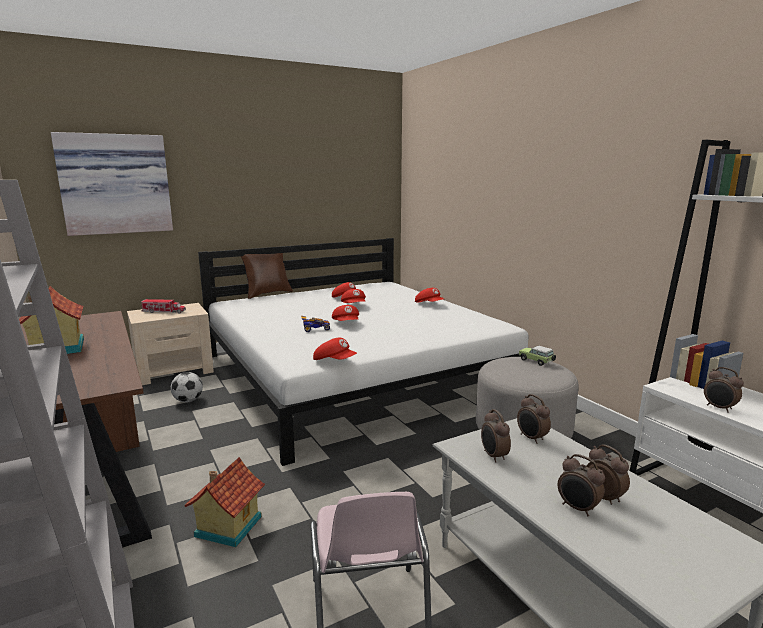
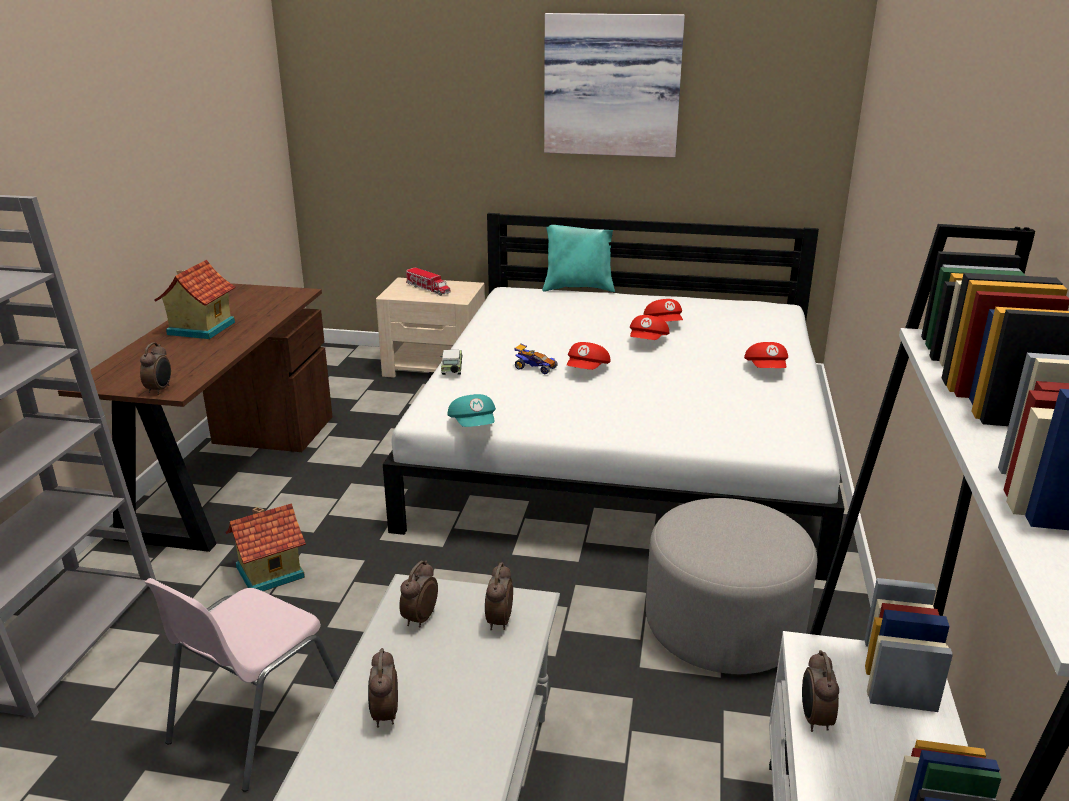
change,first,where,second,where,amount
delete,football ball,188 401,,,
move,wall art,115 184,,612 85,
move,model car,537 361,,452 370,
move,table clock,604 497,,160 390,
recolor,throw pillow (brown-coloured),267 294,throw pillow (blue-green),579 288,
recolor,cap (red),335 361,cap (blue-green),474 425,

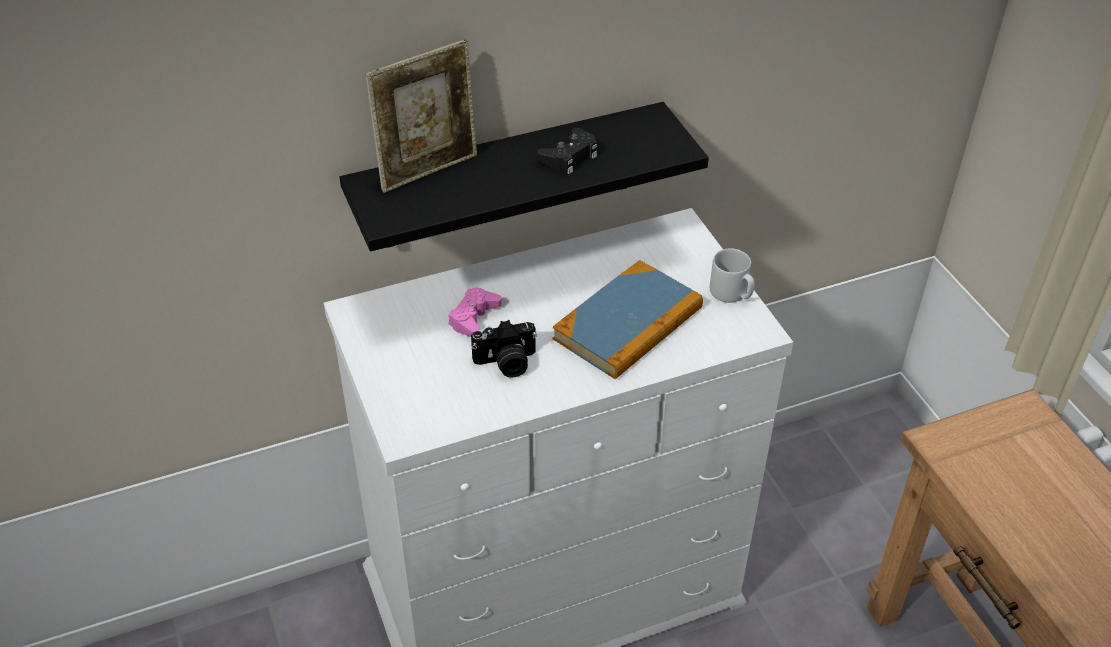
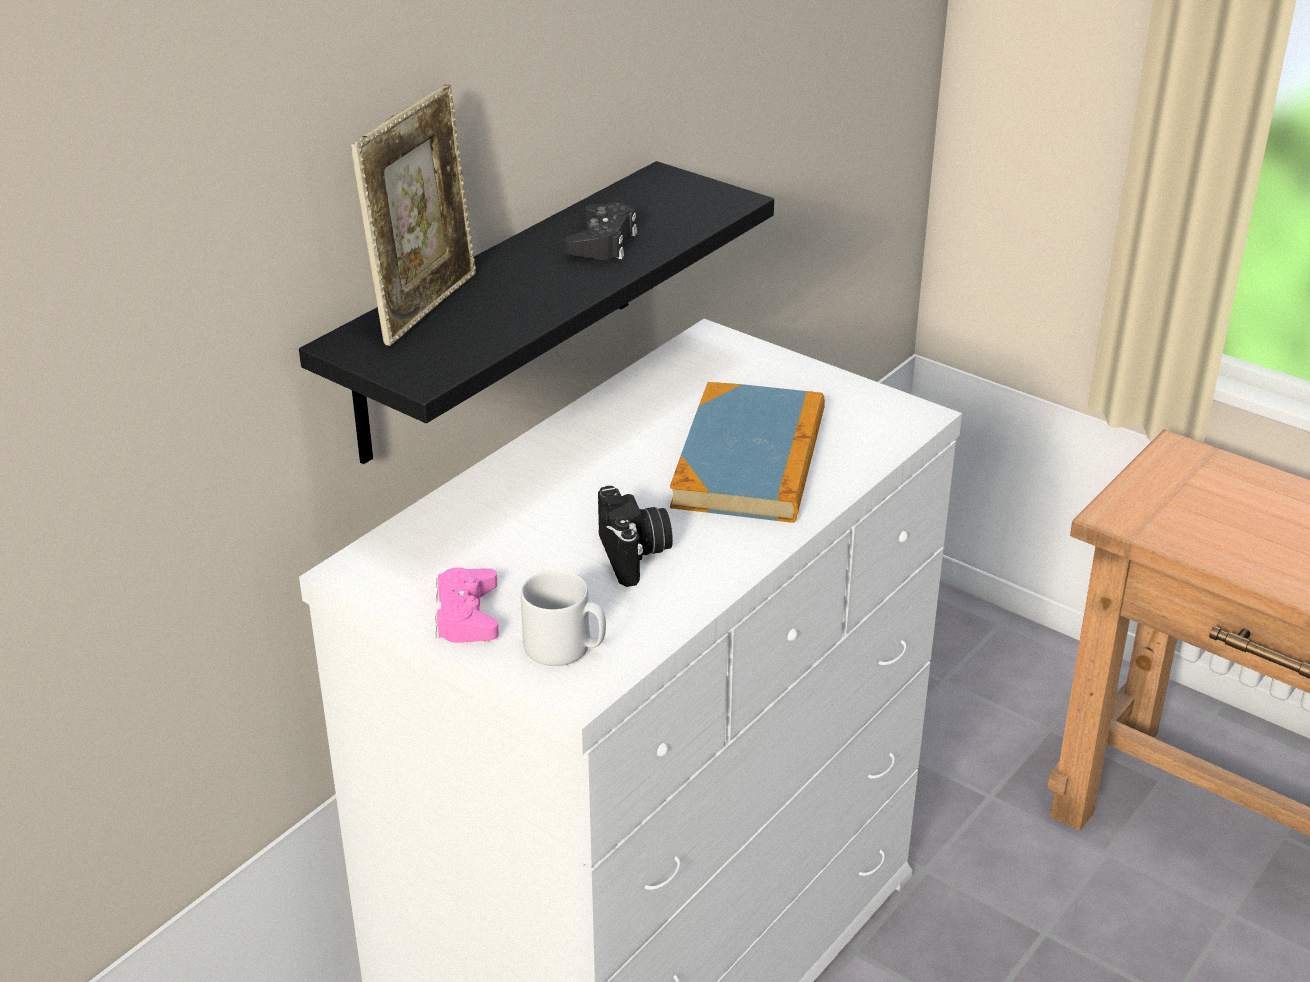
change,first,where,second,where,amount
move,game controller (pinkish),474 317,,467 615,
move,coffee mug (greyish),731 293,,565 648,
rotate,photo camera,506 363,,635 555,60 degrees counterclockwise

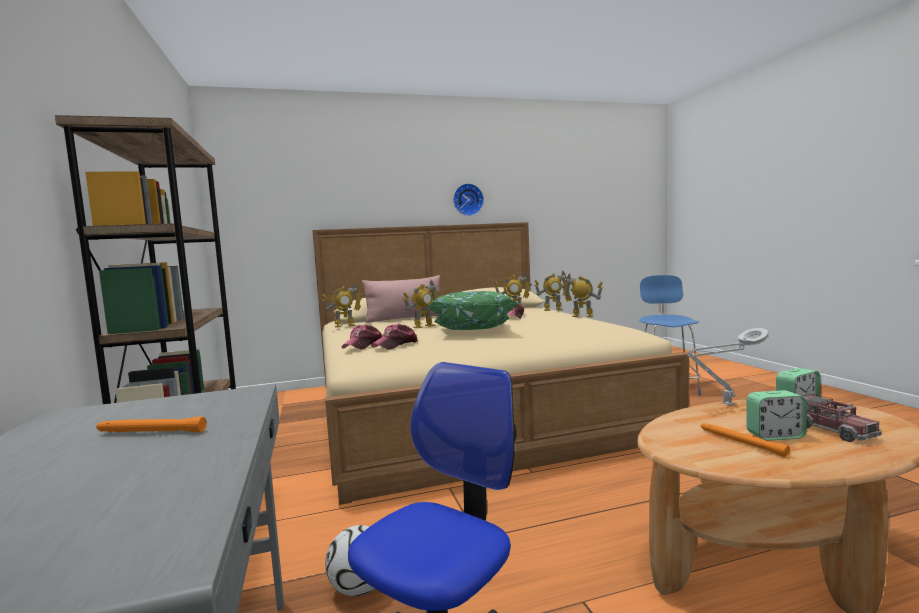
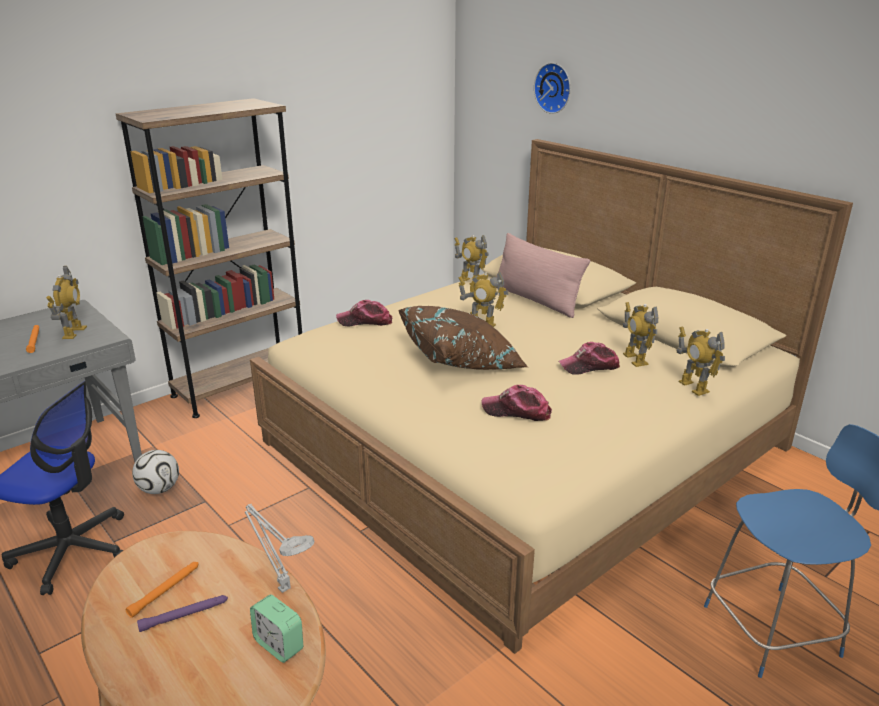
change,first,where,second,where,amount
delete,toy truck,832 430,,,
move,cap,395 345,,517 411,
move,clock on the wall,467 199,,554 88,
move,model robot,582 316,,73 332,
replace,table clock,775 435,flashlight (purple-coloured),184 615,
recolor,throw pillow (green),473 331,throw pillow (brown-coloured),462 360,

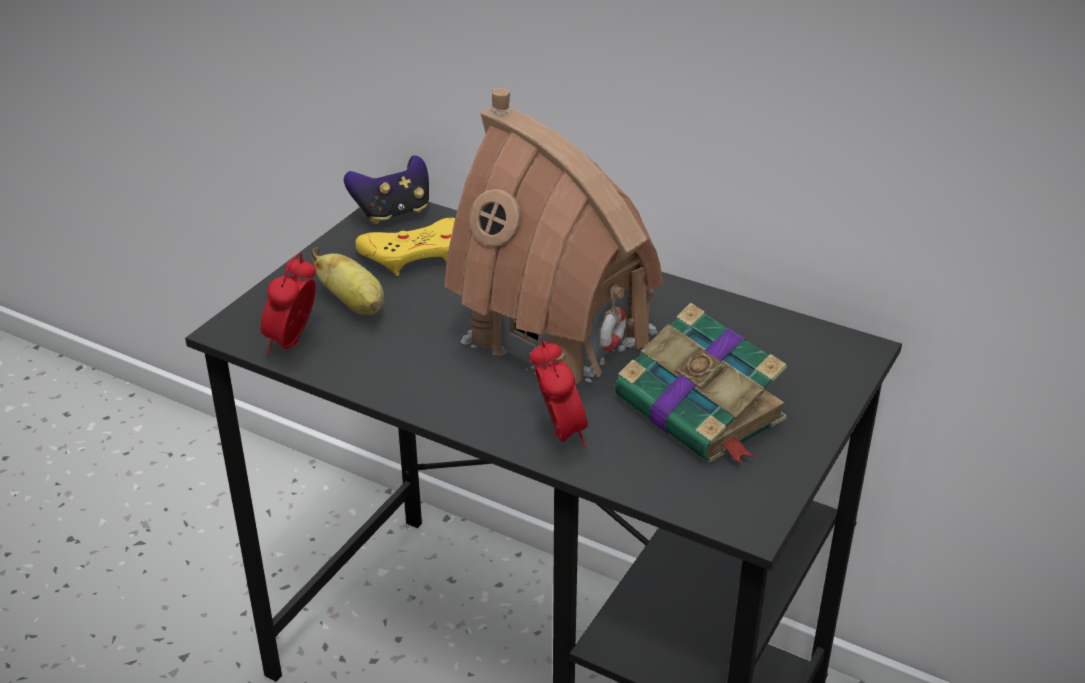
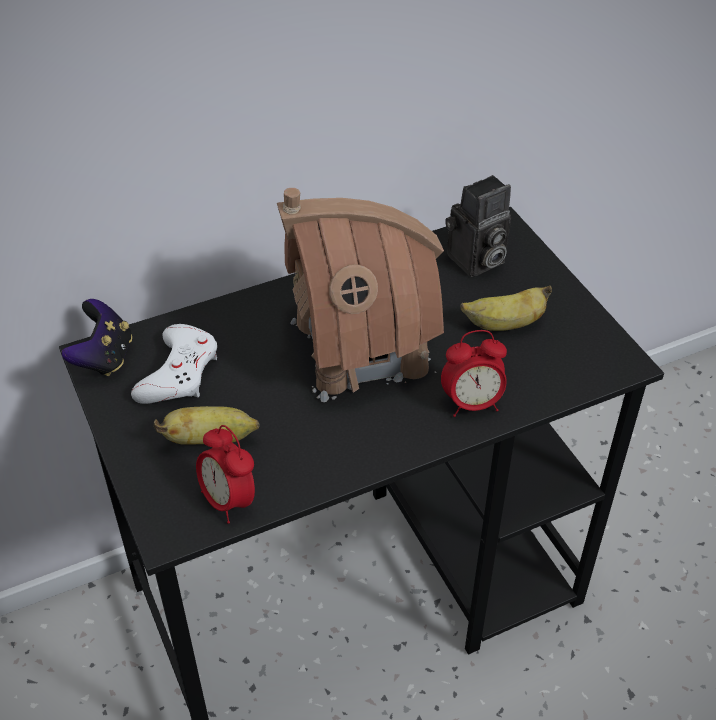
change,first,where,second,where,amount
insert,,,photo camera,475 262,
replace,bound book,702 411,banana fruit,504 324,
recolor,game controller (yellow-coloured),415 254,game controller (white-coloured),179 372,
rotate,table clock,559 434,,472 404,150 degrees clockwise

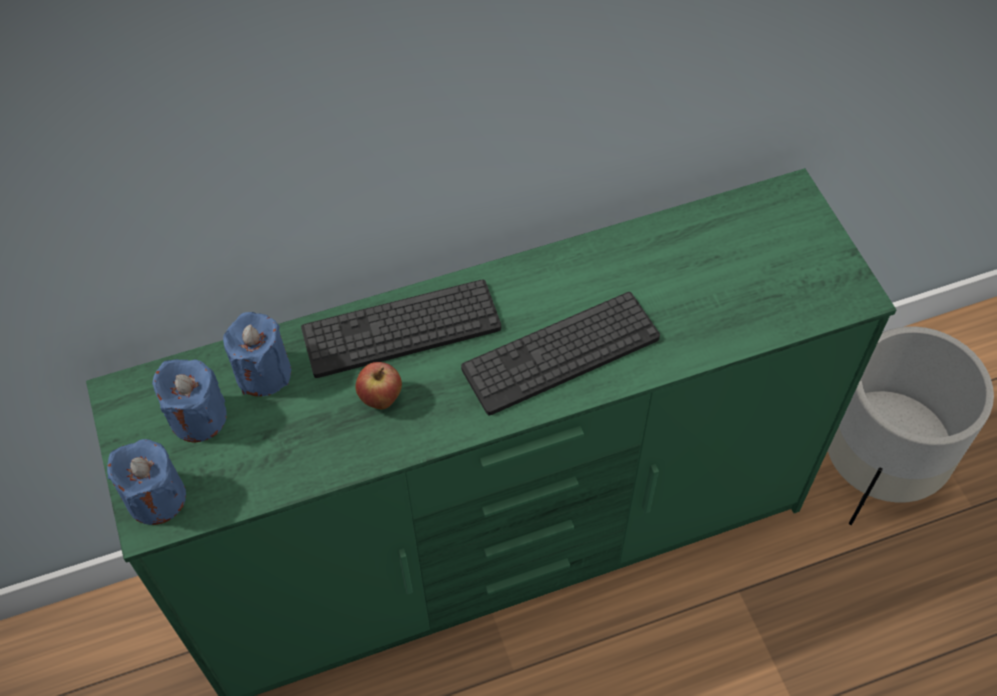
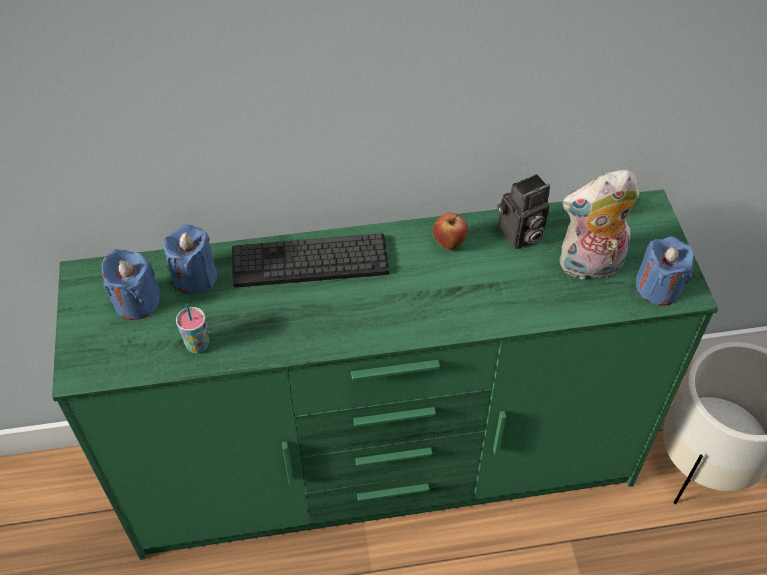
change,first,where,second,where,amount
delete,keyboard,561 353,,,
insert,,,small cup,198 345,
insert,,,photo camera,519 235,
insert,,,soft toy,589 266,
move,candle (blue-coloured),156 498,,658 288,
move,whole apple,381 399,,449 244,

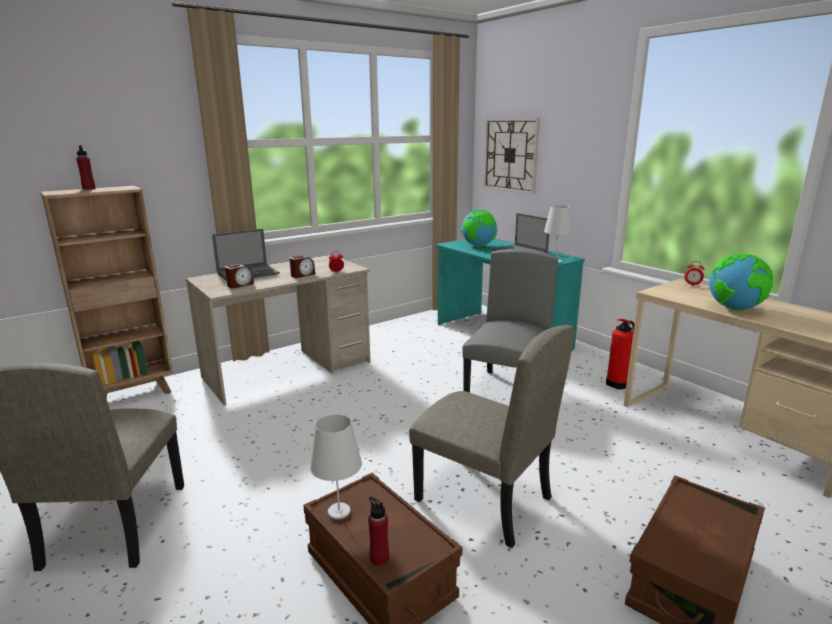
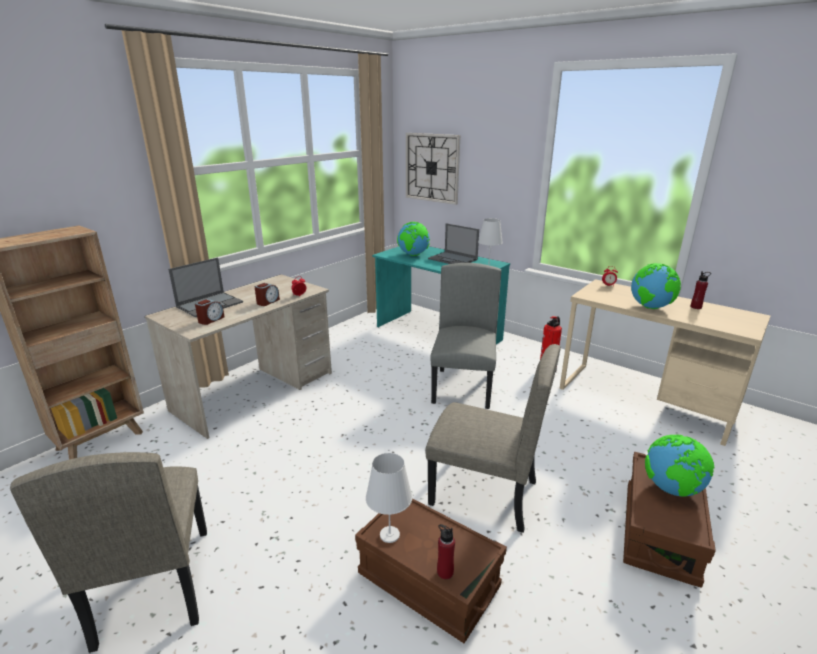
change,first,where,second,where,amount
insert,,,desk globe,672 490,
move,drink bottle (red),89 189,,696 307,

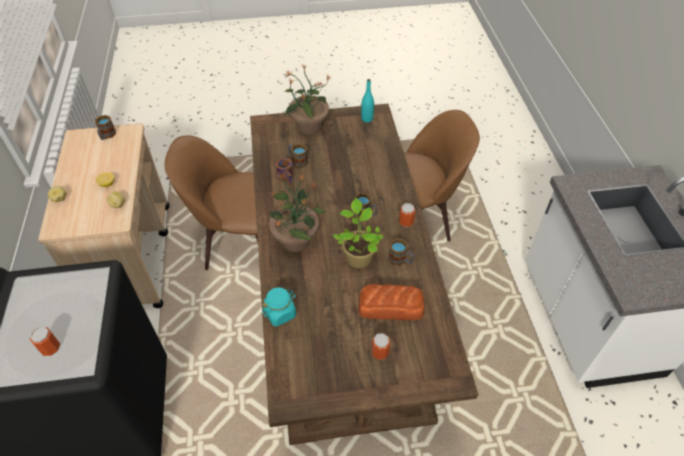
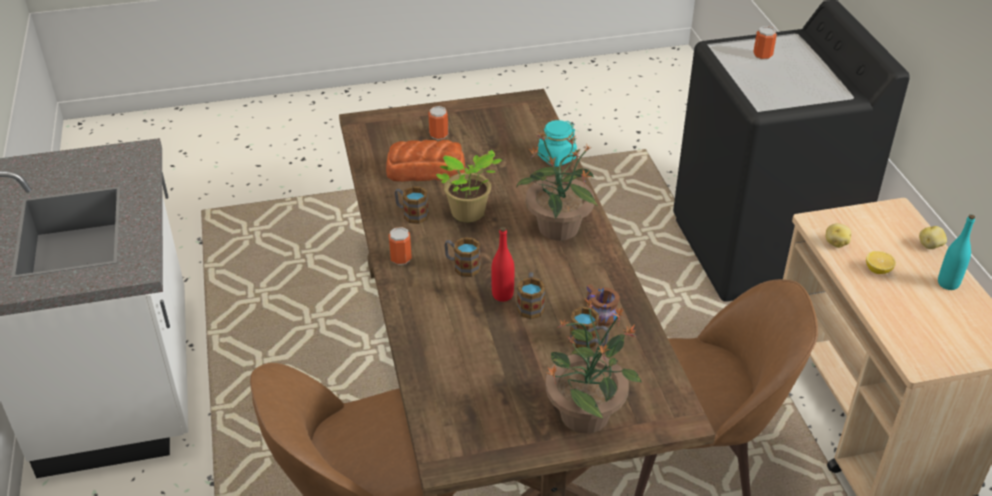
change,first,where,second,where,amount
insert,,,drink bottle (red),502 295,
move,coffee mug,107 136,,530 305,
move,drink bottle (blue-green),367 119,,948 283,

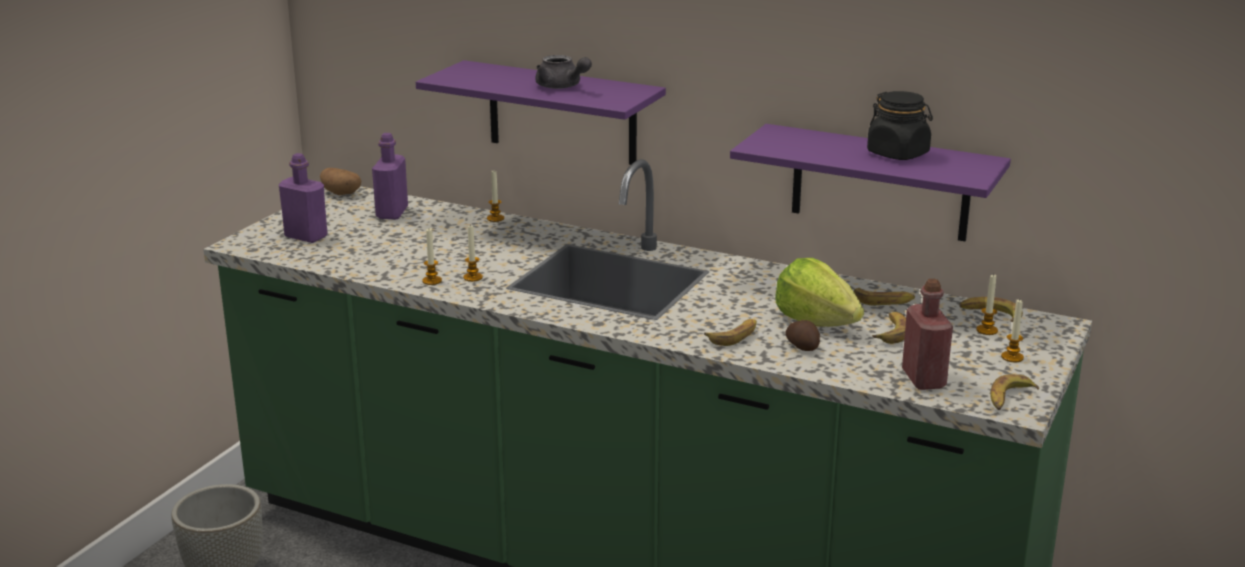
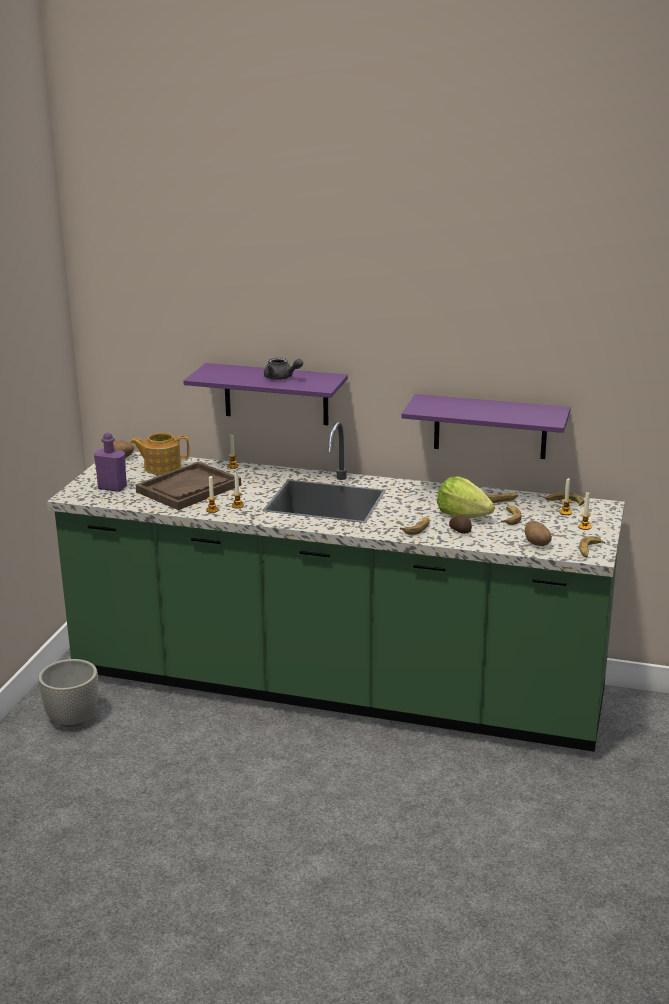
change,first,where,second,where,amount
delete,preserve jar (blackish),898 154,,,
insert,,,carrying tray (brown-coloured),188 489,
replace,drink bottle (purple-coloured),392 213,pot for tea,161 467,
replace,drink bottle (red),923 379,whole potato,537 544,

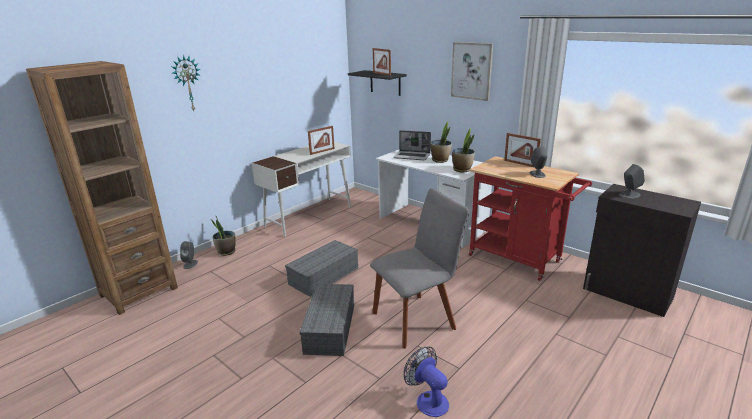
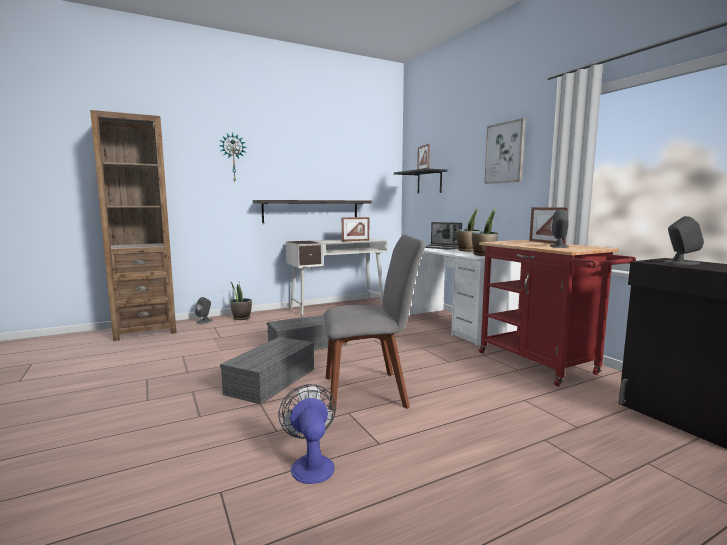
change,first,where,second,where,amount
insert,,,wall shelf,311 211,

